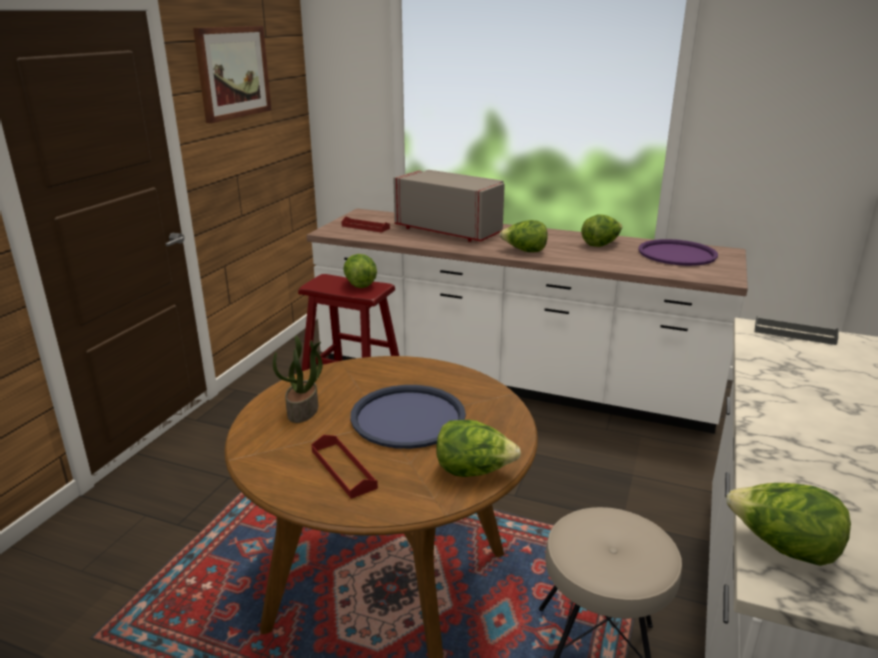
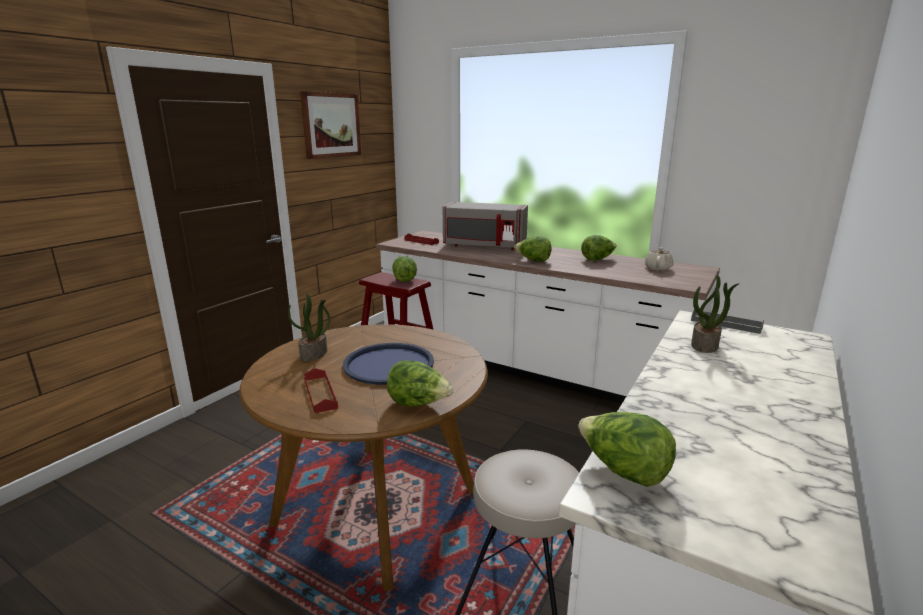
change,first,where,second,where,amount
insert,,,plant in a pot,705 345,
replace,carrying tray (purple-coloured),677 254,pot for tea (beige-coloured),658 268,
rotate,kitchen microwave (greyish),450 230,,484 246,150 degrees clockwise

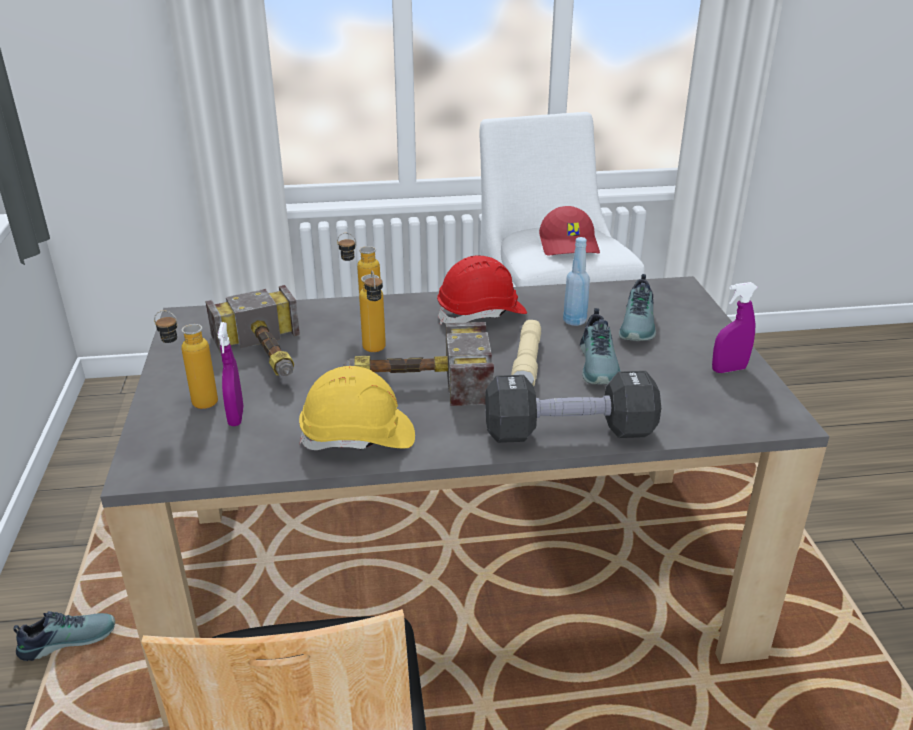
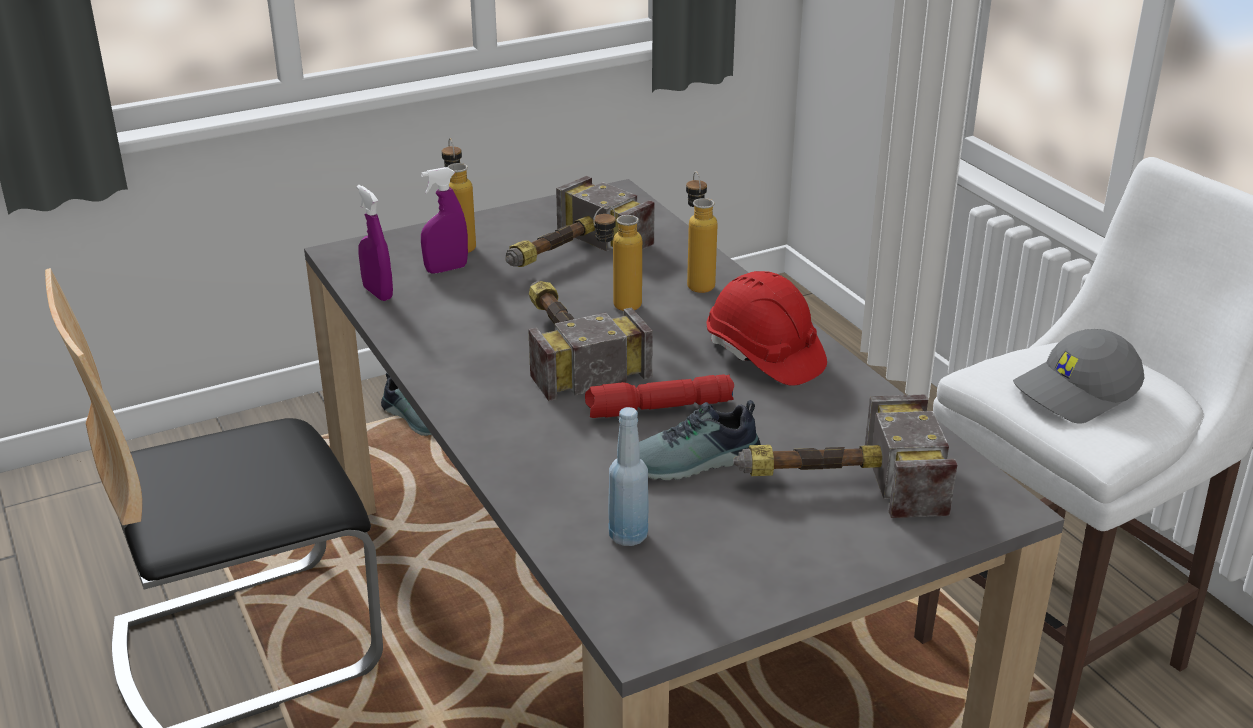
change,first,where,second,where,amount
delete,safety helmet (yellow-coloured),358 438,,,
delete,hand weight (blackish),569 432,,,
move,drink bottle (blue-coloured),574 321,,628 536,
move,spray bottle (purple-coloured),728 369,,378 293,
replace,low shoe,639 325,tool hammer,833 482,
recolor,flashlight (beige-coloured),528 364,flashlight (red),658 409,
recolor,cap (red),569 245,cap (greyish),1076 393,

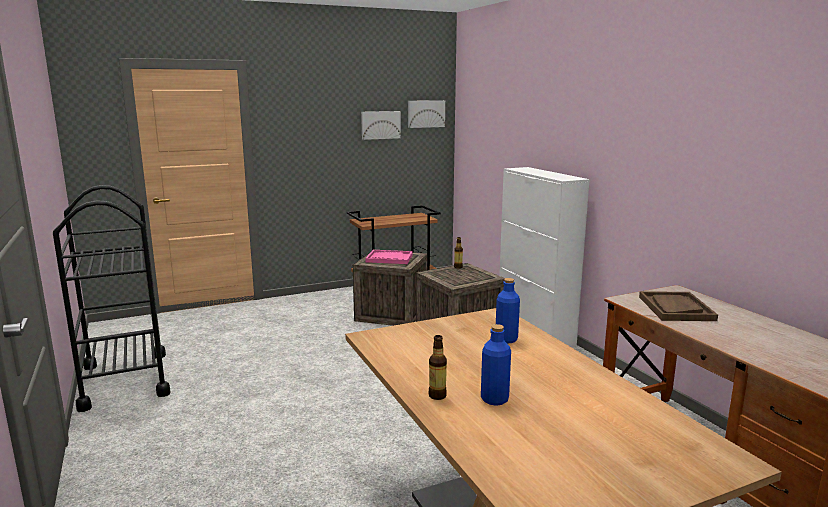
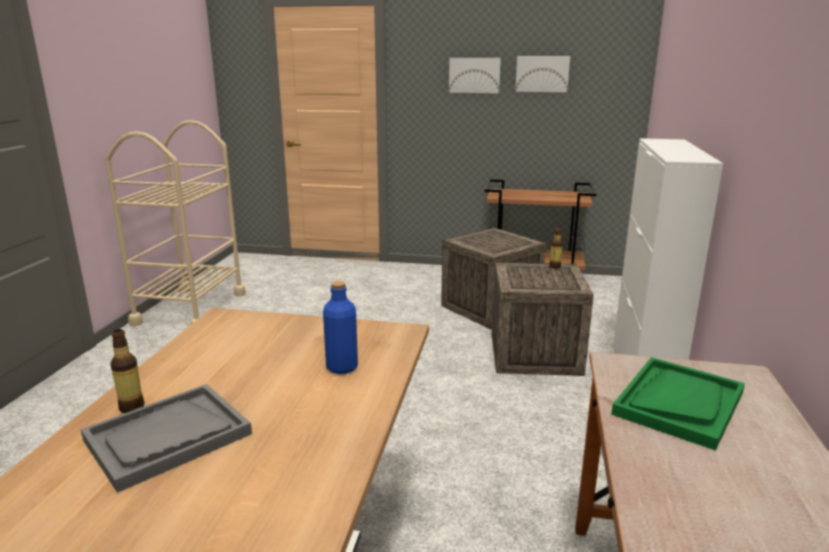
change,first,where,second,where,amount
delete,carrying tray (pinkish),389 258,,,
move,wall art,426 113,,474 75,
replace,drink bottle (blue-coloured),494 399,carrying tray (greyish),167 437,
recolor,trolley (blackish),125 380,trolley (beige-coloured),190 308,
recolor,carrying tray (brown-coloured),675 308,carrying tray (green),678 403,

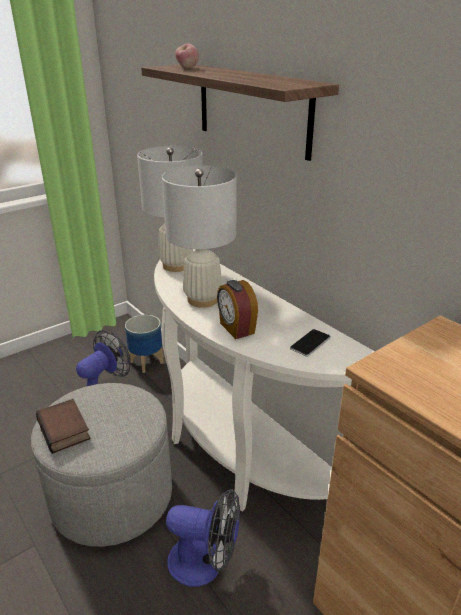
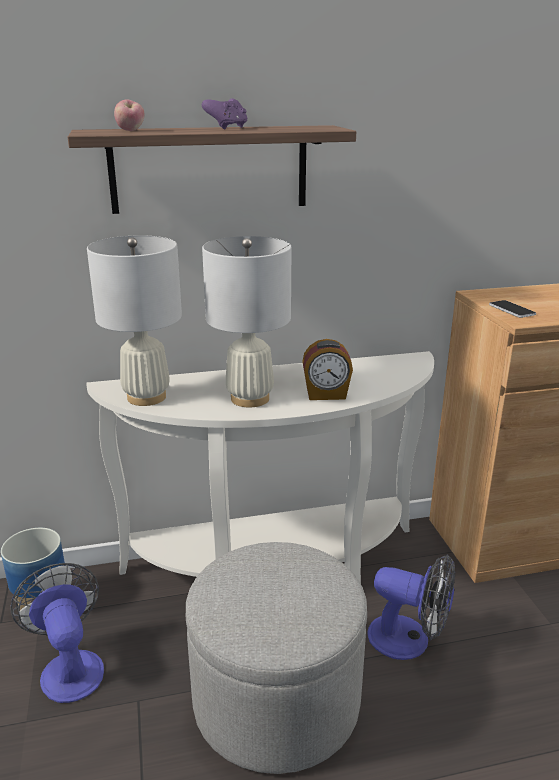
change,first,where,second,where,amount
delete,bound book,66 430,,,
insert,,,game controller (purple-coloured),227 128,
move,handset,310 343,,512 310,
rotate,cooling fan,205 563,,409 640,75 degrees clockwise

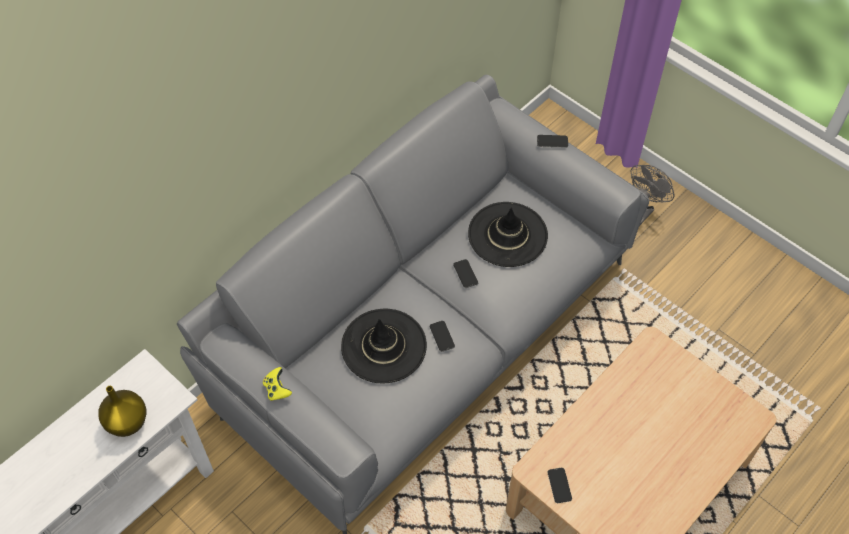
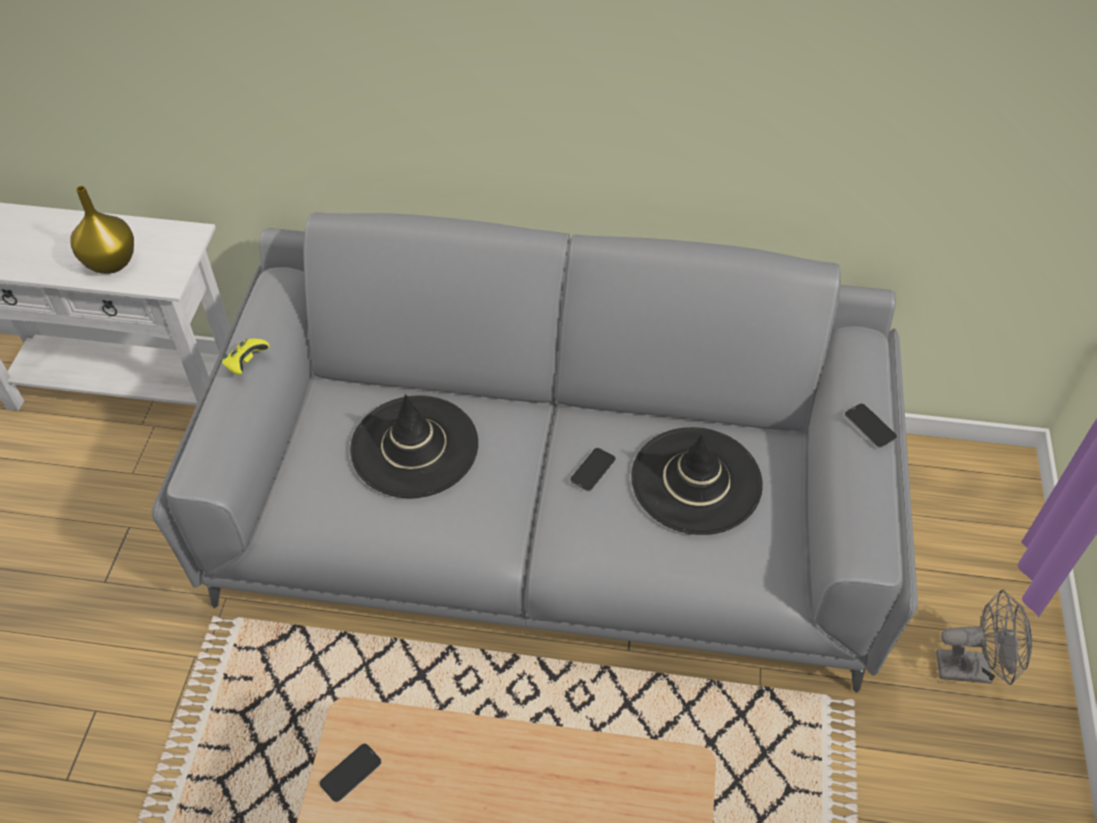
change,first,where,second,where,amount
delete,handset,442 336,,,

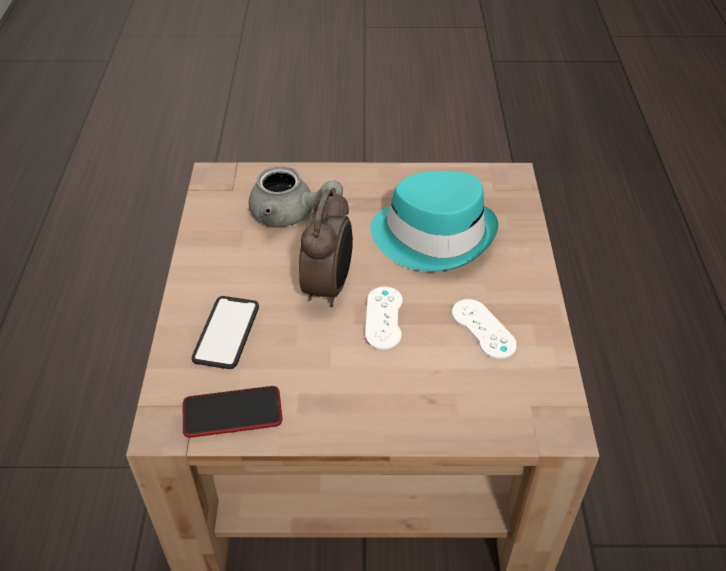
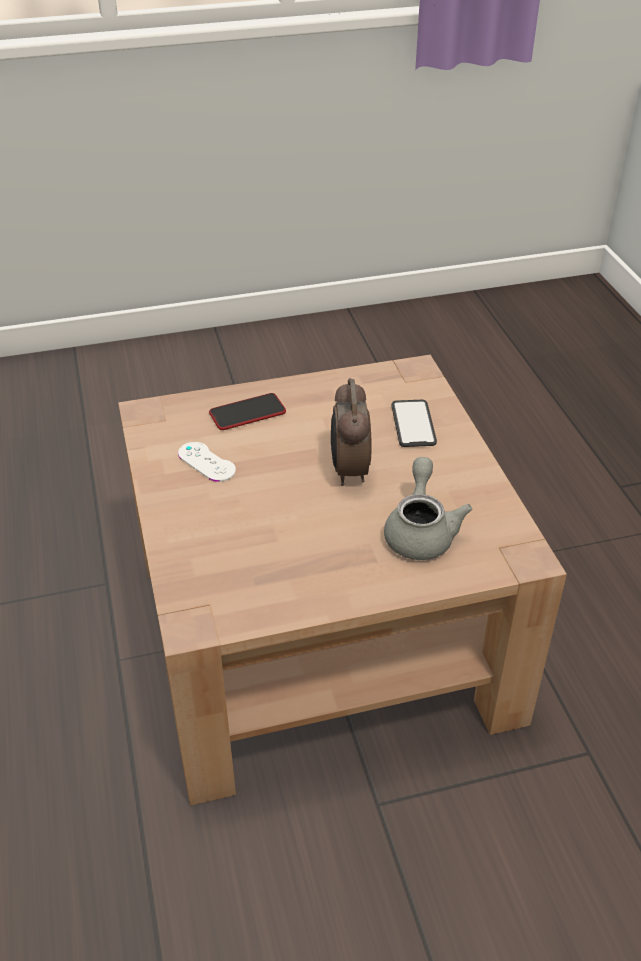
change,first,where,second,where,amount
delete,game controller (white-coloured),384 318,,,
delete,wearable hat (blue-green),433 235,,,
move,handset,232 413,,247 413,
rotate,pot for tea (greyish),291 213,,420 531,90 degrees clockwise

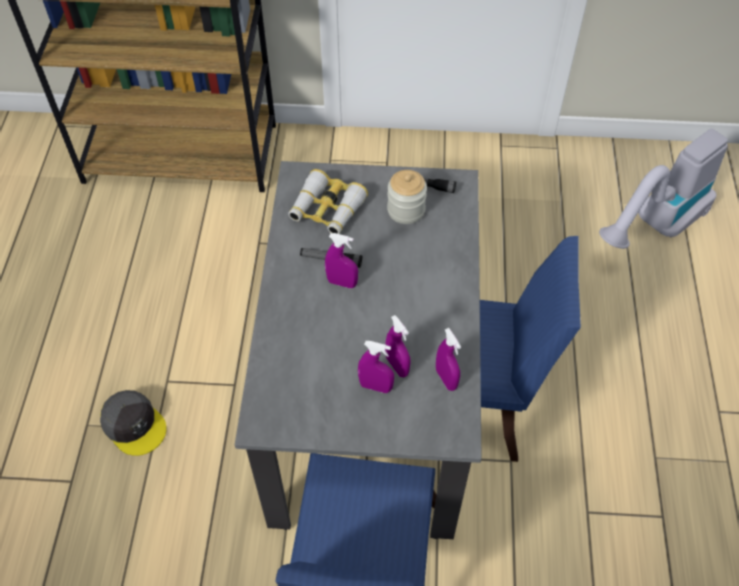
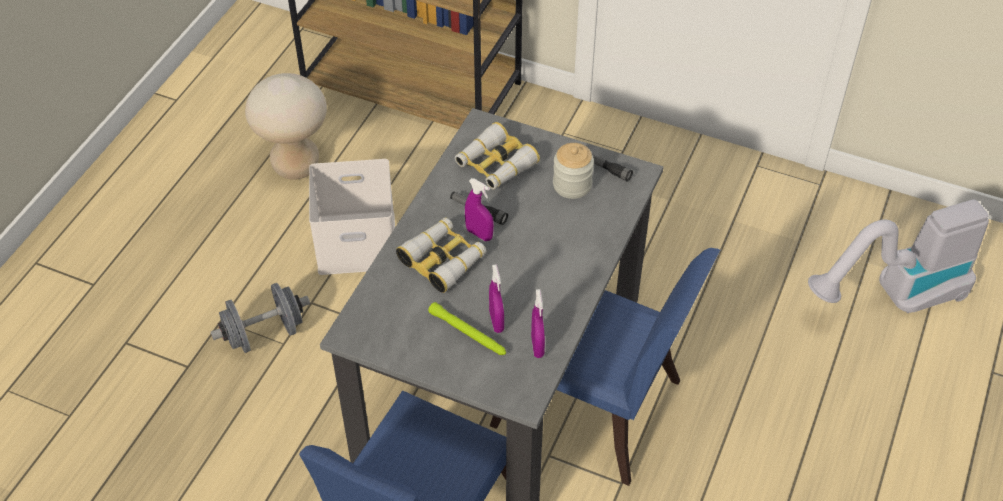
change,first,where,second,where,amount
insert,,,stool seat (beige-coloured),296 165,
insert,,,storage container (white-coloured),358 241,
insert,,,pair of binoculars,443 260,
replace,cap (greyish),134 425,hand weight (greyish),264 333,
replace,spray bottle (purple-coloured),375 386,flashlight (green),468 333,

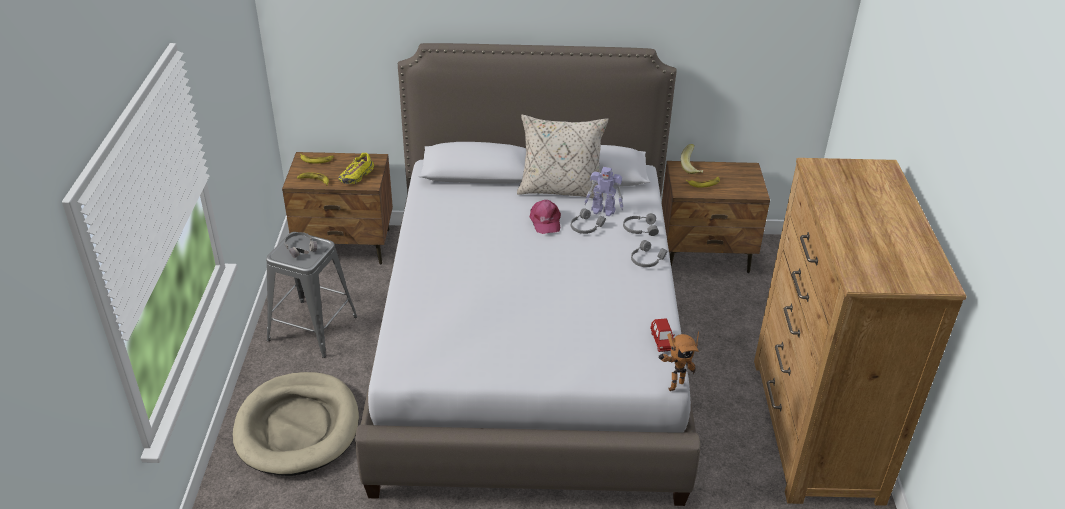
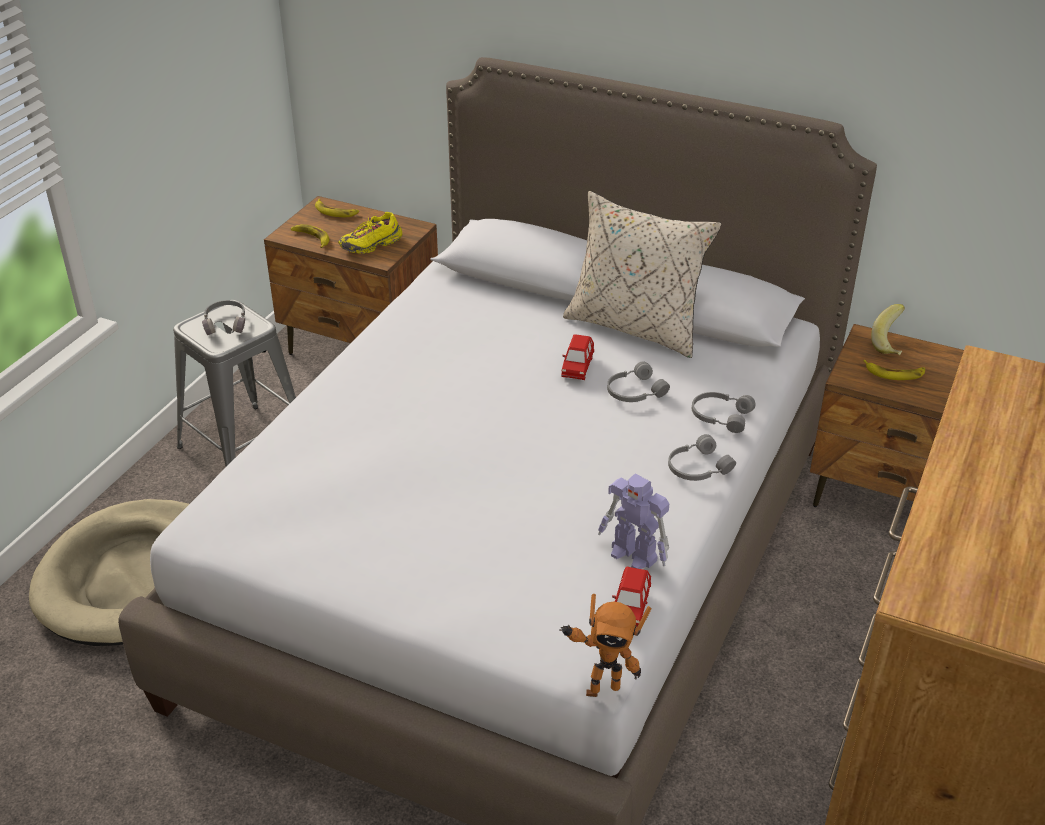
change,first,where,second,where,amount
move,model robot,603 210,,634 555,
replace,cap (pinkish),545 221,model car (red),577 367,

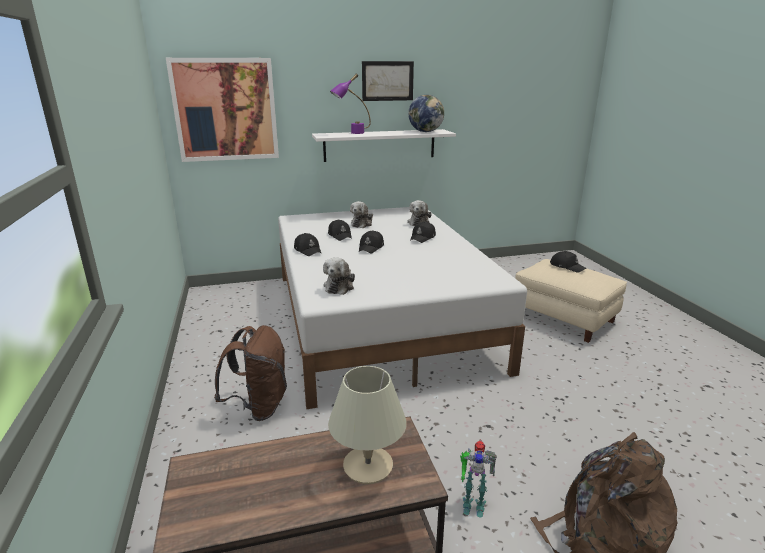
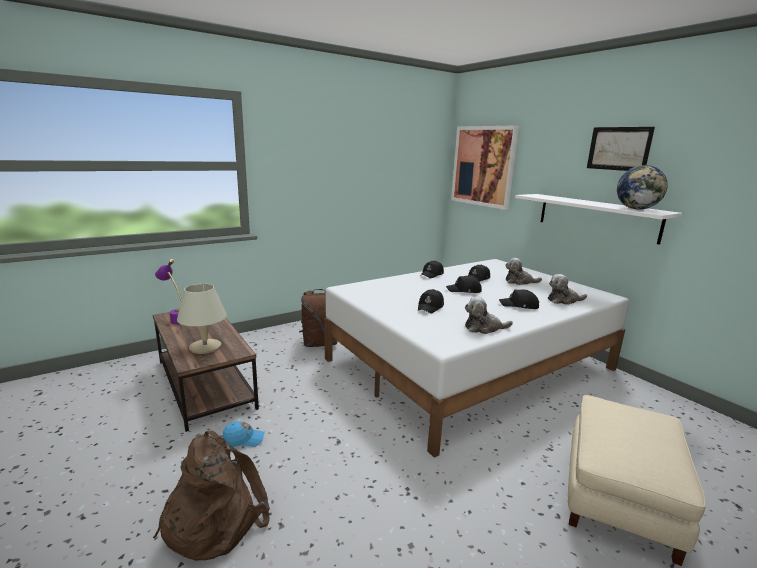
change,first,where,second,where,amount
move,soft toy,340 286,,484 328,
move,tabletop lamp (purple-coloured),351 133,,175 319,
move,cap (blackish),567 266,,431 307,
replace,model robot,472 503,cap (blue-coloured),244 440,

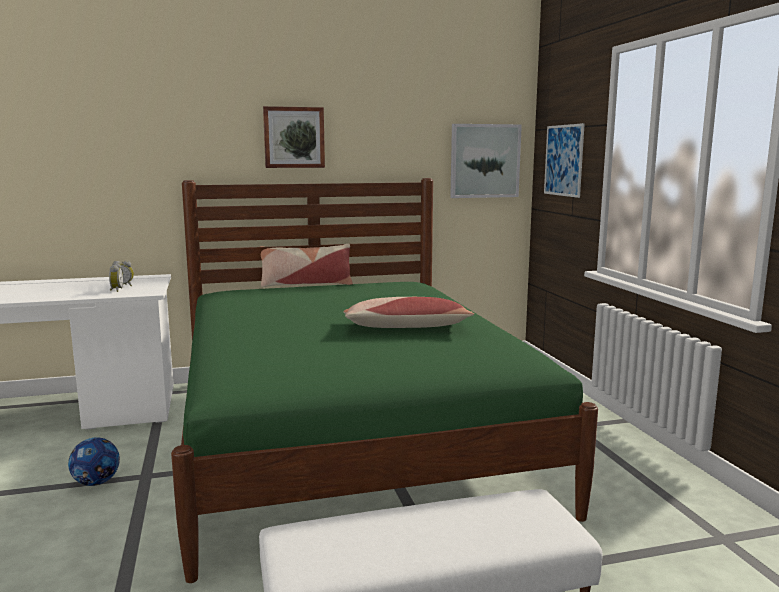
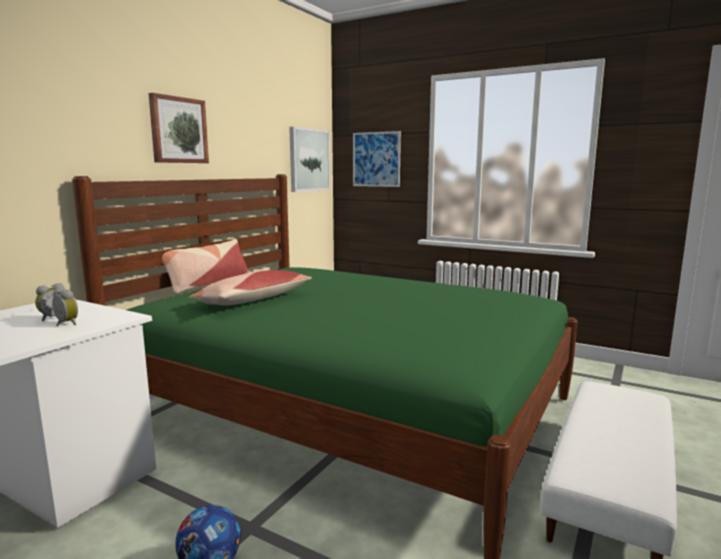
change,first,where,second,where,amount
move,throw pillow,406 327,,253 300,

